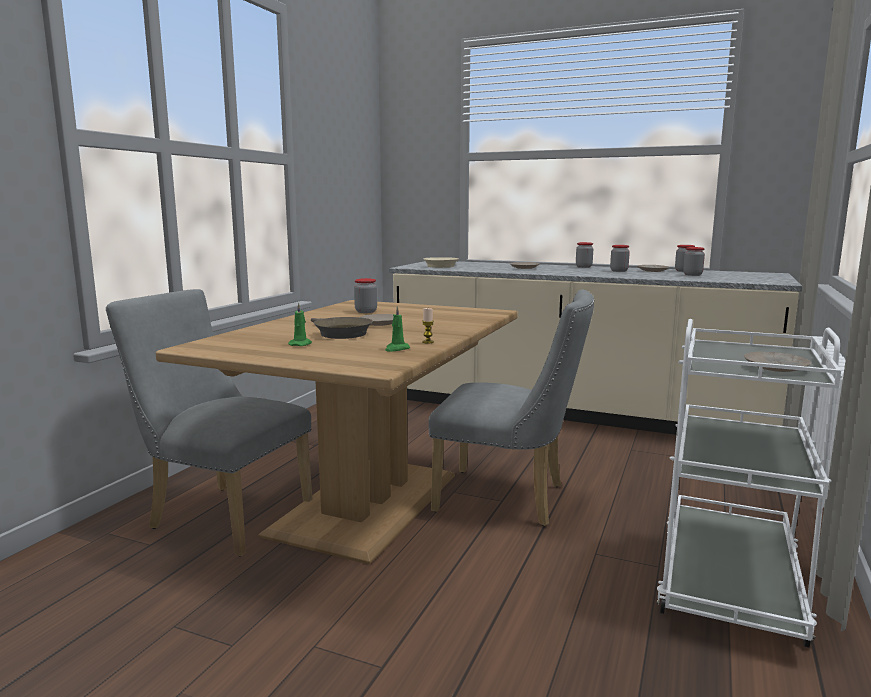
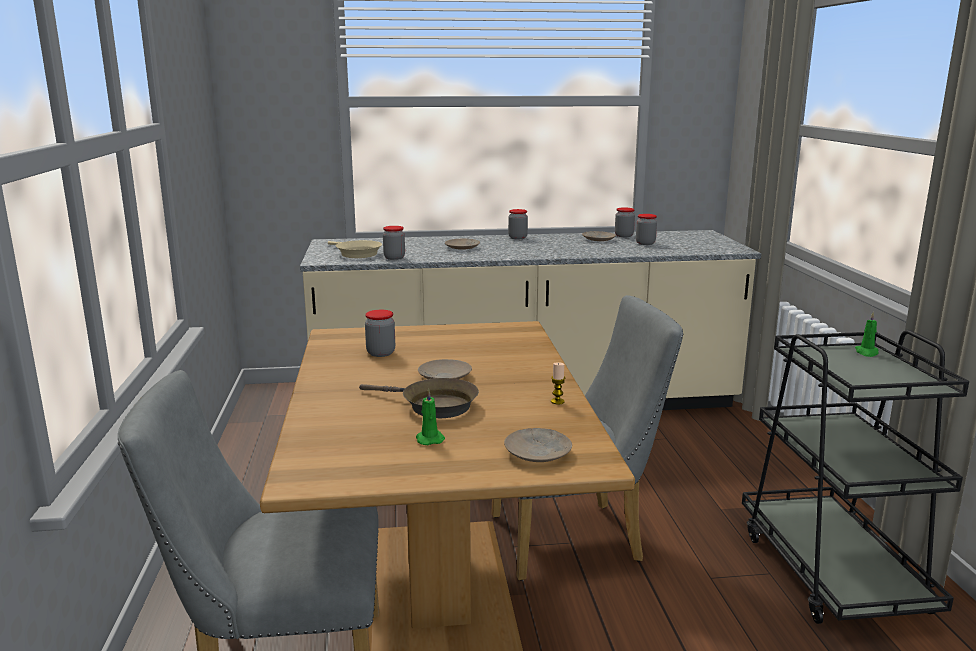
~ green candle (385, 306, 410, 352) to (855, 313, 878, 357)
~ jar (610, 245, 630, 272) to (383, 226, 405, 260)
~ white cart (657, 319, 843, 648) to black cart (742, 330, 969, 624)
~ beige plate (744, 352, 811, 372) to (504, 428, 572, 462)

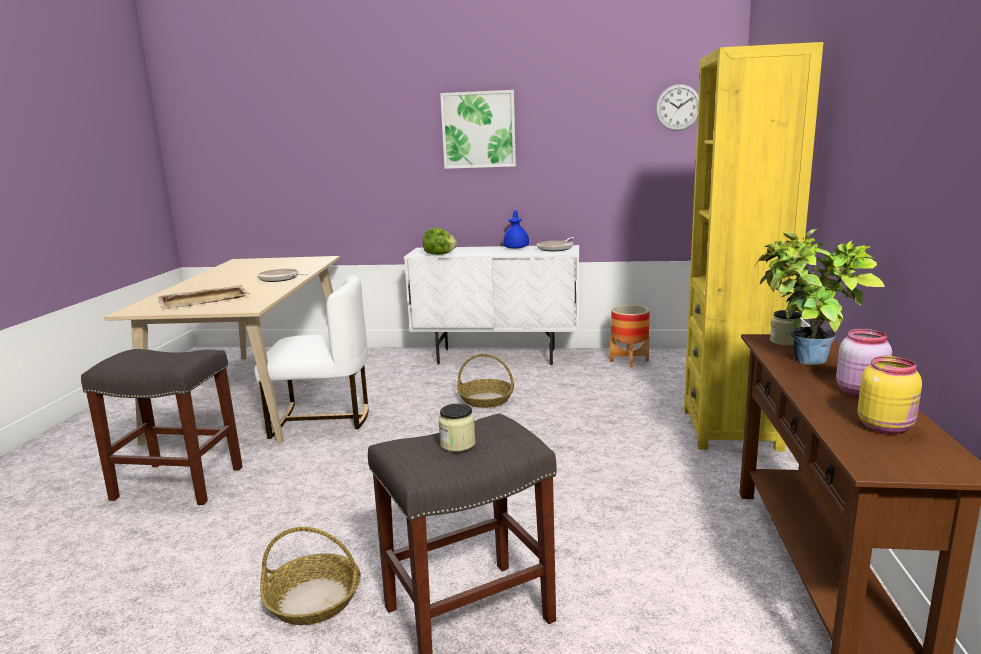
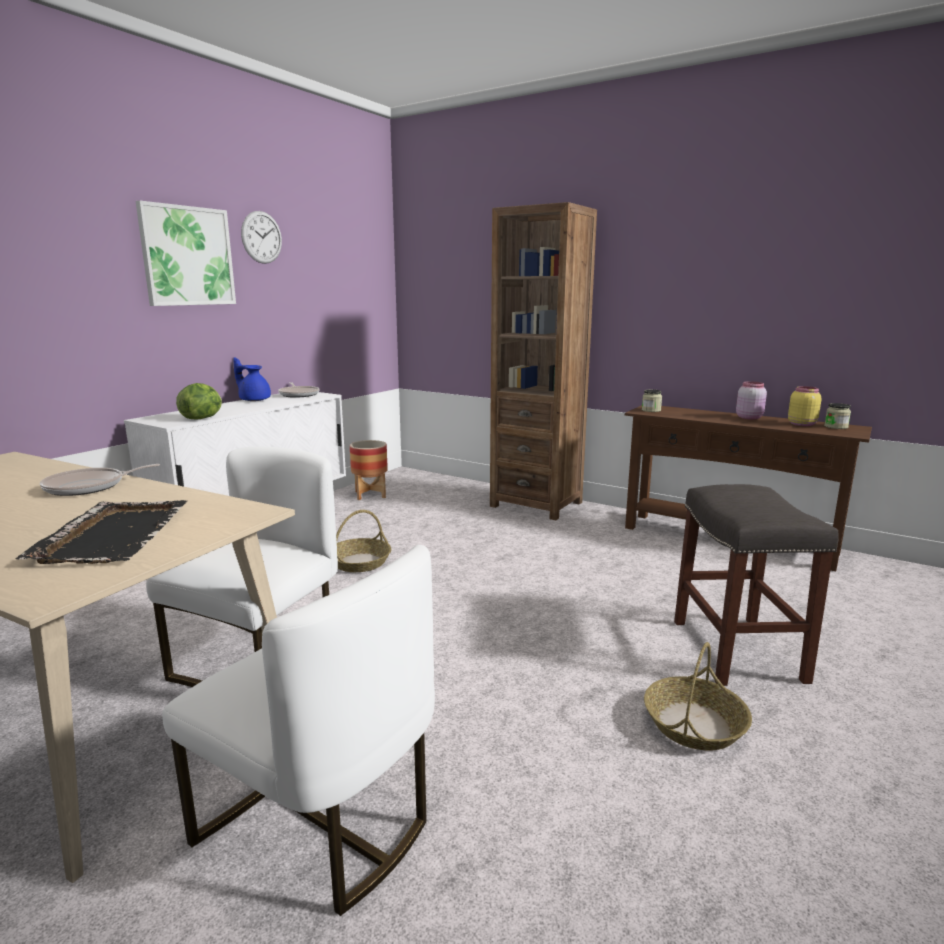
~ grey stool (81, 349, 243, 505) to white chair (162, 545, 435, 916)
~ beige tray (158, 285, 250, 309) to black tray (16, 500, 187, 564)
~ jar (438, 403, 475, 452) to (824, 403, 851, 429)
~ wall clock (655, 84, 699, 131) to (241, 211, 282, 264)
~ yellow bookcase (684, 42, 823, 452) to brown bookcase (490, 202, 597, 520)
- potted plant (755, 229, 885, 365)

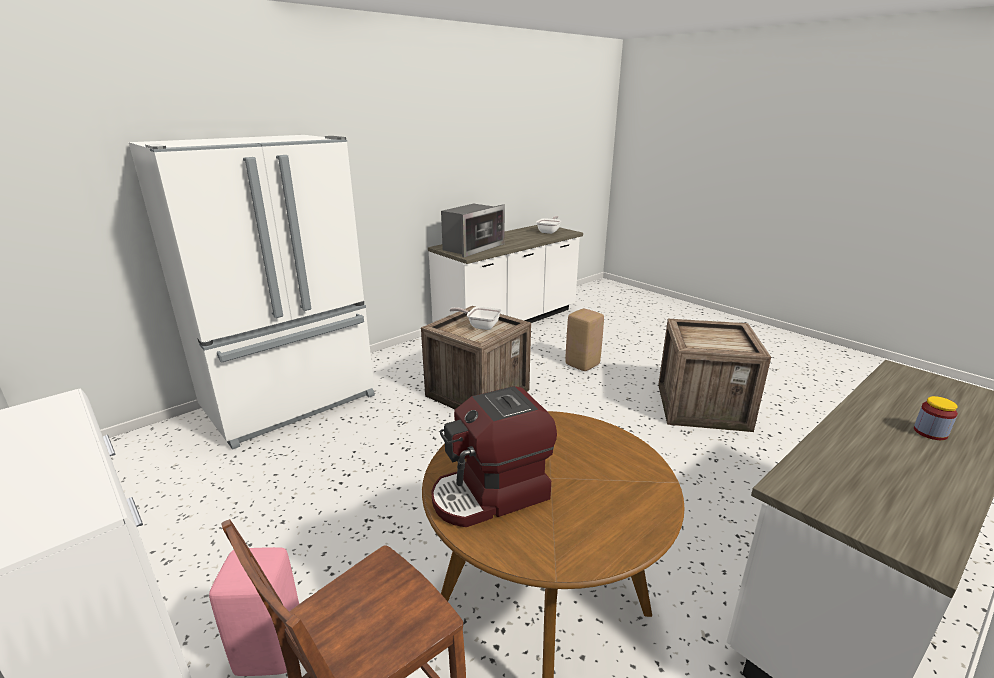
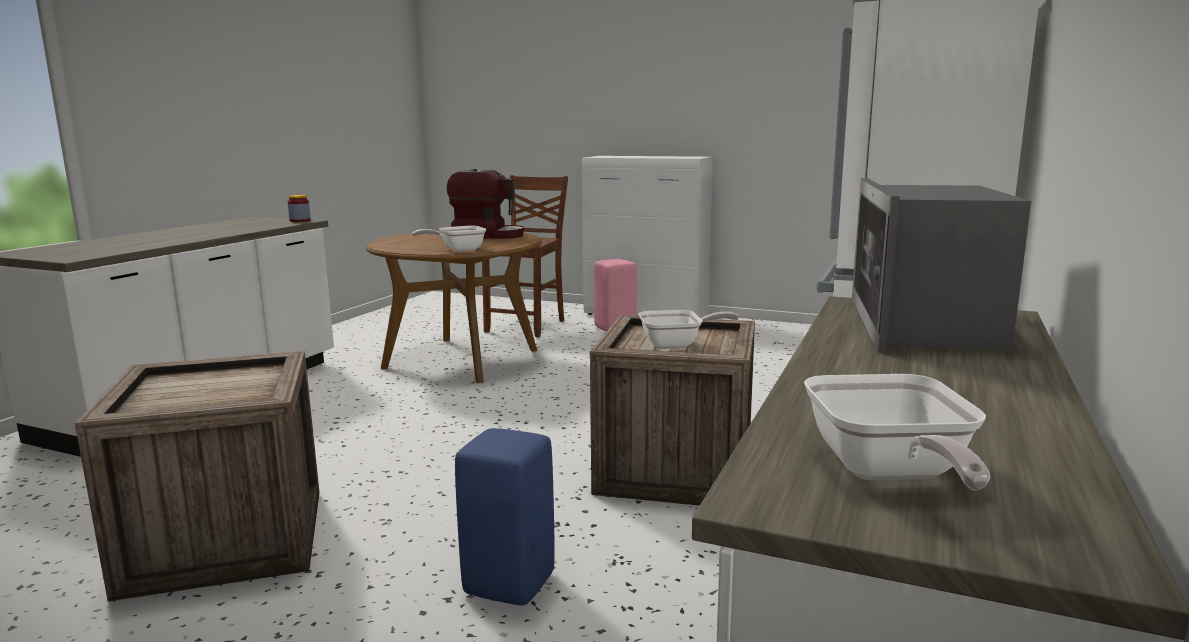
~ coffee machine (432, 386, 557, 527) = (447, 169, 524, 239) 60 degrees clockwise
~ beige stool (565, 309, 604, 371) to blue stool (455, 428, 555, 605)
~ jar (914, 396, 958, 440) to (288, 195, 311, 222)
+ frying pan (412, 226, 486, 251)

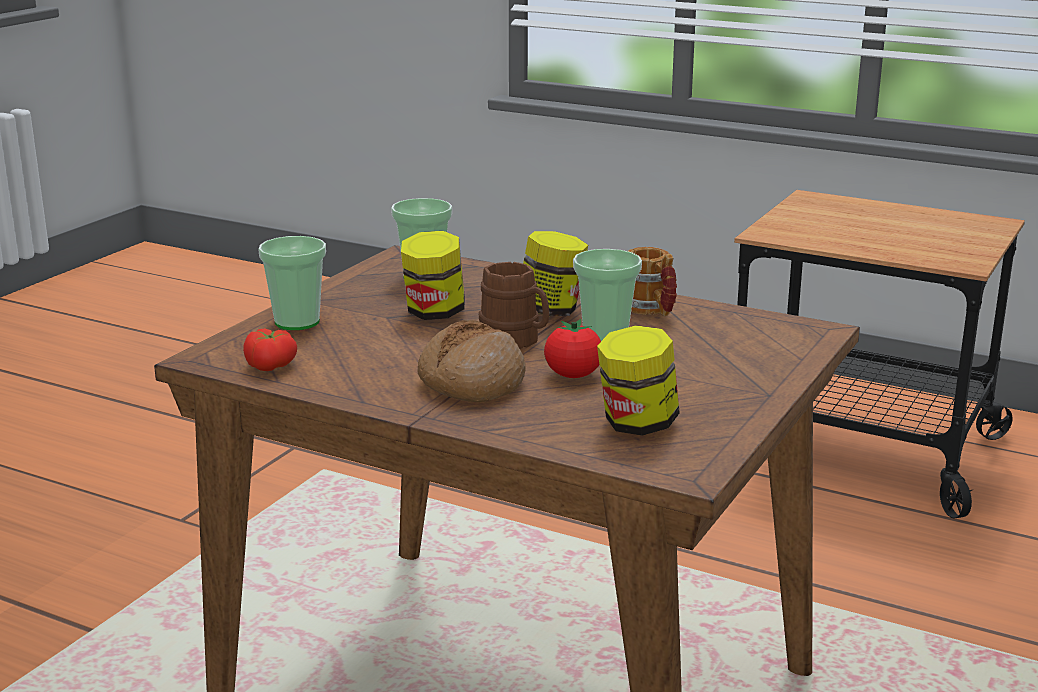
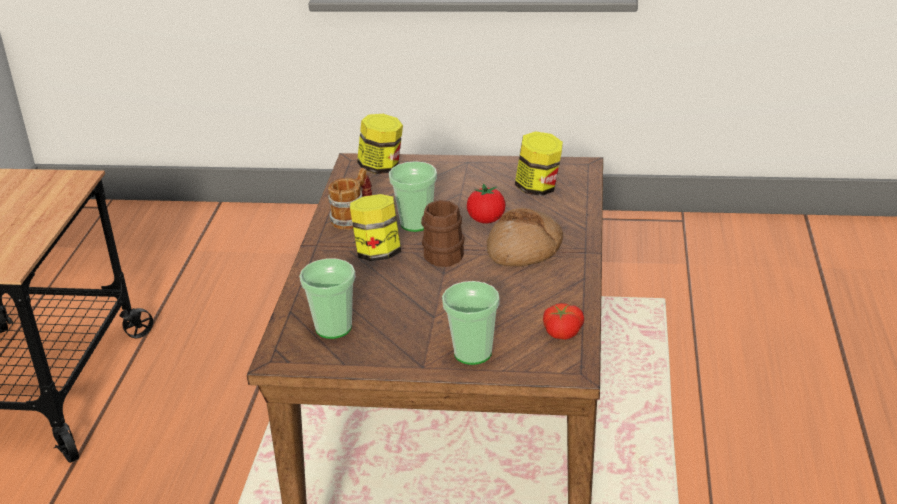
~ jar (401, 231, 465, 320) to (357, 114, 403, 174)

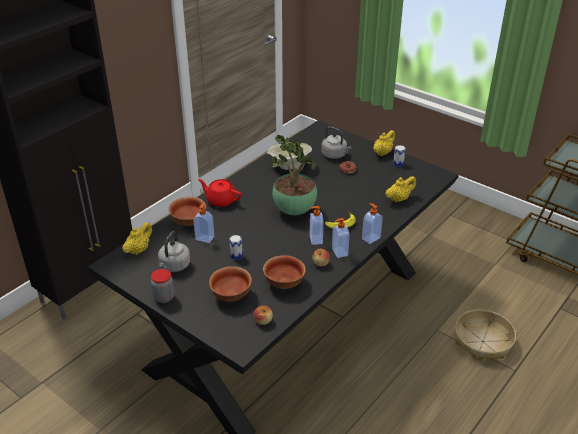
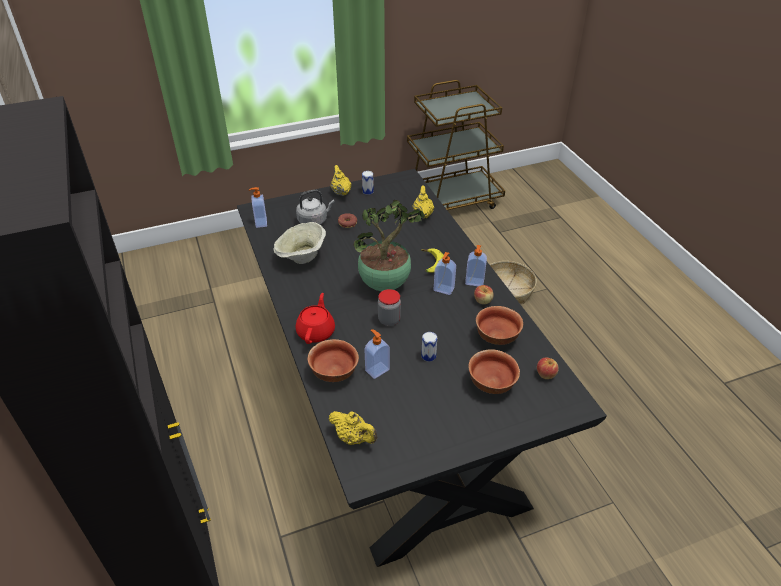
~ yellow teapot (123, 222, 152, 255) = (329, 411, 378, 445) 150 degrees clockwise
~ jar (151, 269, 174, 303) to (378, 289, 401, 326)
- grey kettle (158, 231, 190, 272)
~ red teapot (198, 179, 241, 207) = (295, 293, 335, 344) 135 degrees clockwise
~ soap dispenser (362, 203, 383, 244) to (249, 187, 267, 228)

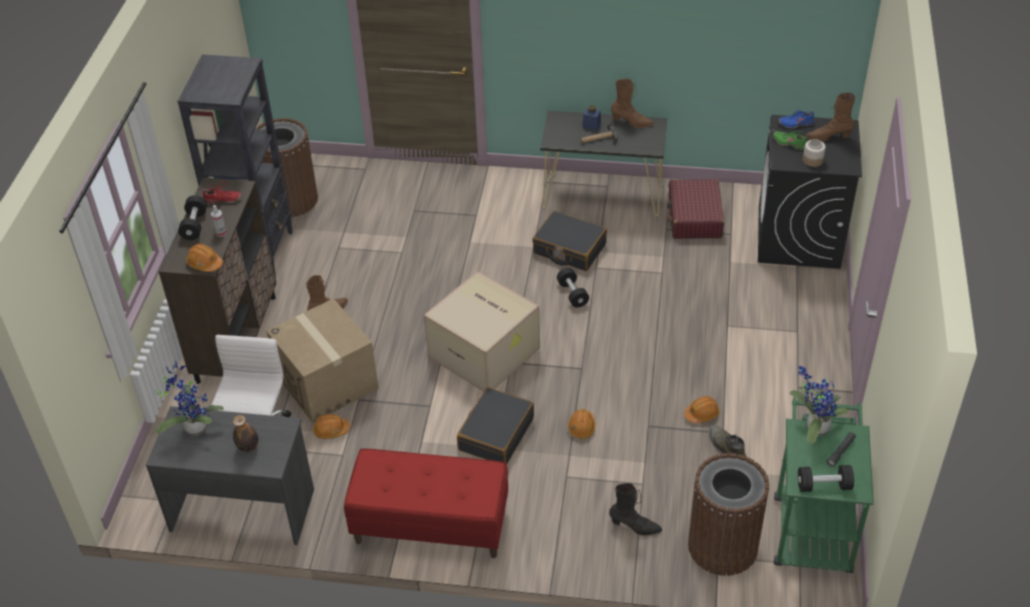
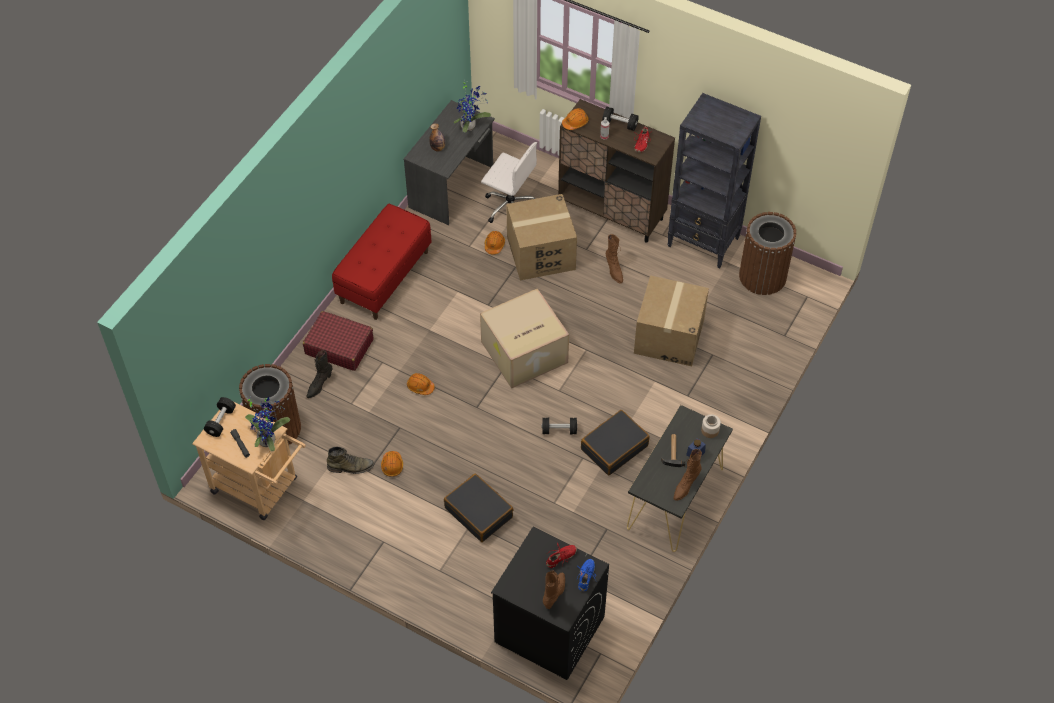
~ black suitcase (457, 387, 534, 464) to (444, 474, 513, 542)
~ red suitcase (667, 179, 724, 239) to (303, 311, 373, 371)
~ green shoe (773, 130, 807, 150) to red shoe (546, 542, 577, 568)
~ green cart (774, 397, 874, 573) to beige cart (192, 401, 306, 520)
~ jar (803, 139, 826, 167) to (701, 414, 721, 438)
+ cardboard box (634, 275, 709, 366)

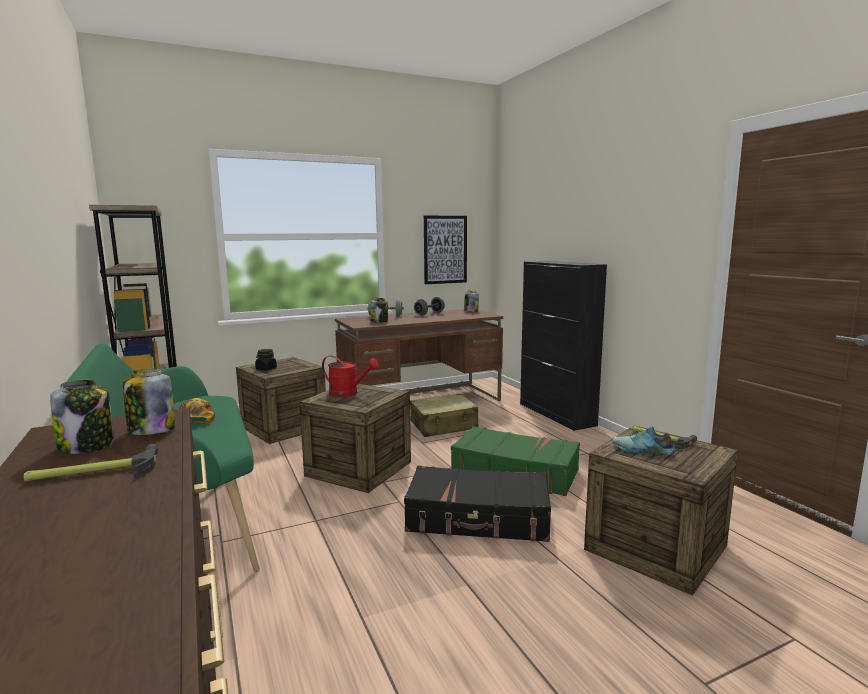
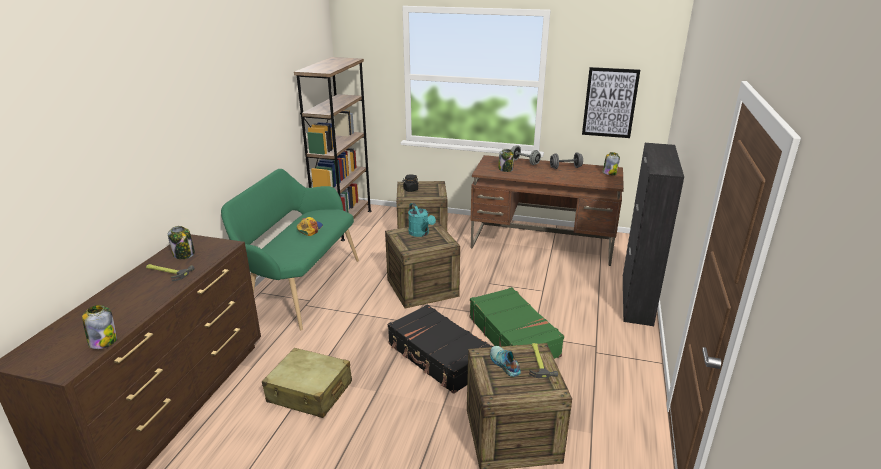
~ jar (123, 369, 175, 435) to (82, 305, 117, 349)
~ red watering can (322, 356, 379, 397) to turquoise watering can (408, 203, 436, 237)
~ beige suitcase (410, 393, 479, 437) to (262, 348, 352, 418)

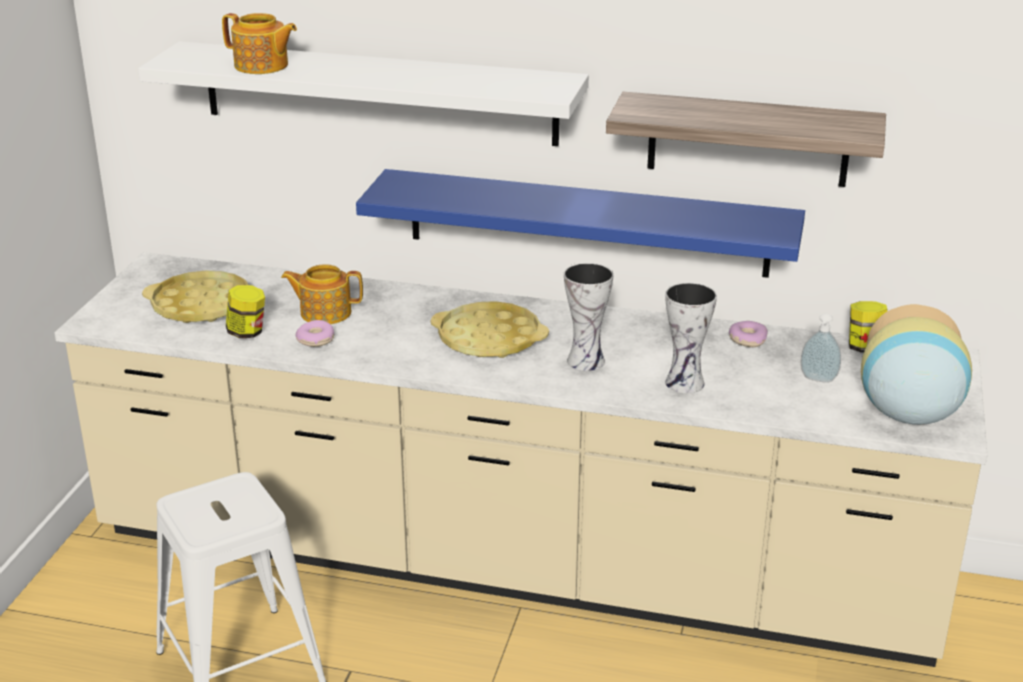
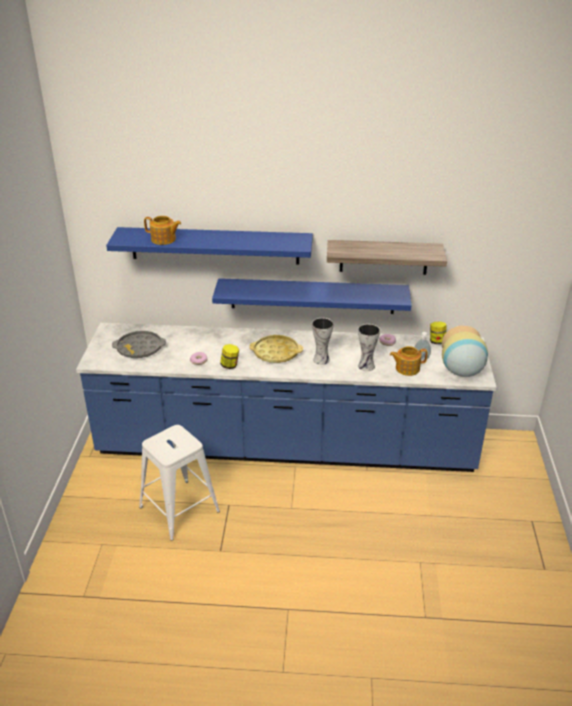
~ beige counter (54, 252, 987, 667) to blue counter (76, 323, 497, 472)
~ white shelf (138, 41, 589, 146) to blue shelf (106, 227, 313, 265)
~ yellow tray (142, 270, 248, 323) to grey tray (112, 331, 166, 358)
~ jar (226, 285, 265, 338) to (220, 344, 239, 369)
~ teapot (281, 264, 363, 324) to (390, 346, 428, 376)

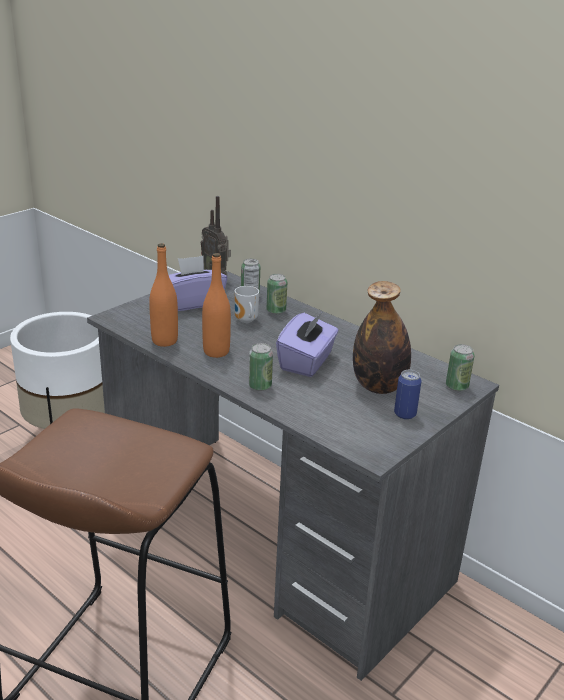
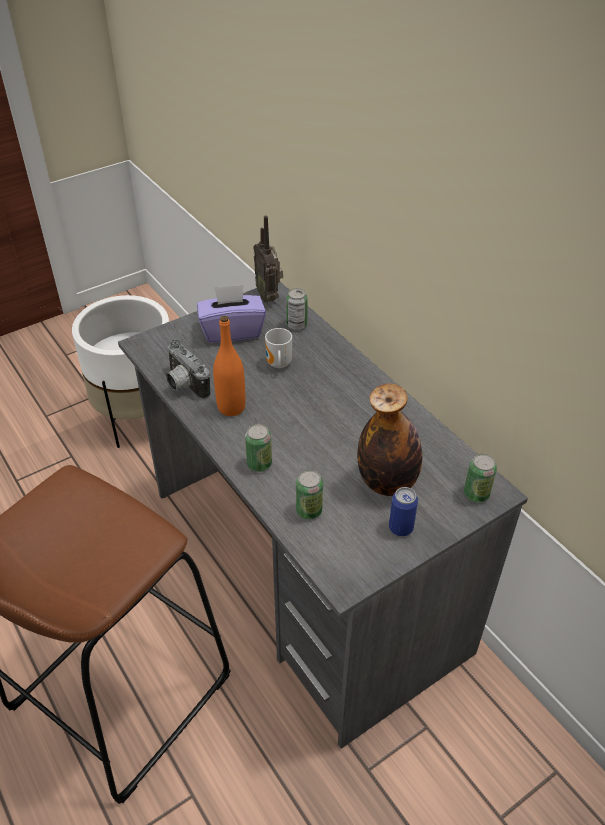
~ orange bottle (149, 243, 178, 347) to photo camera (166, 340, 210, 399)
~ can (267, 274, 287, 314) to (296, 470, 323, 520)
- purple tissue box (276, 311, 339, 377)

